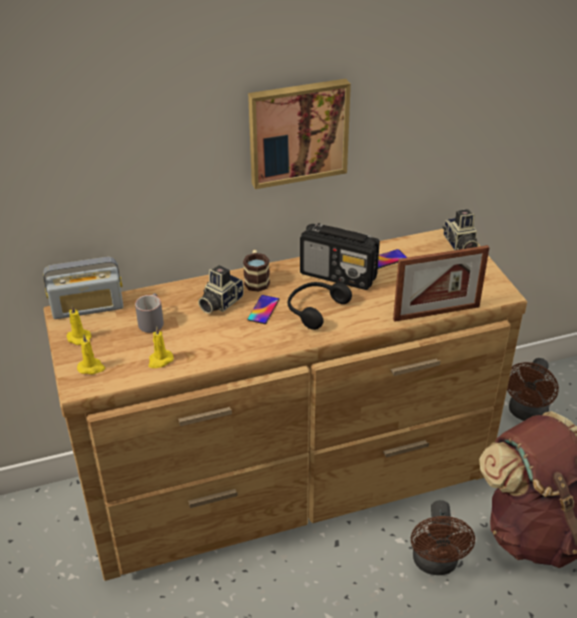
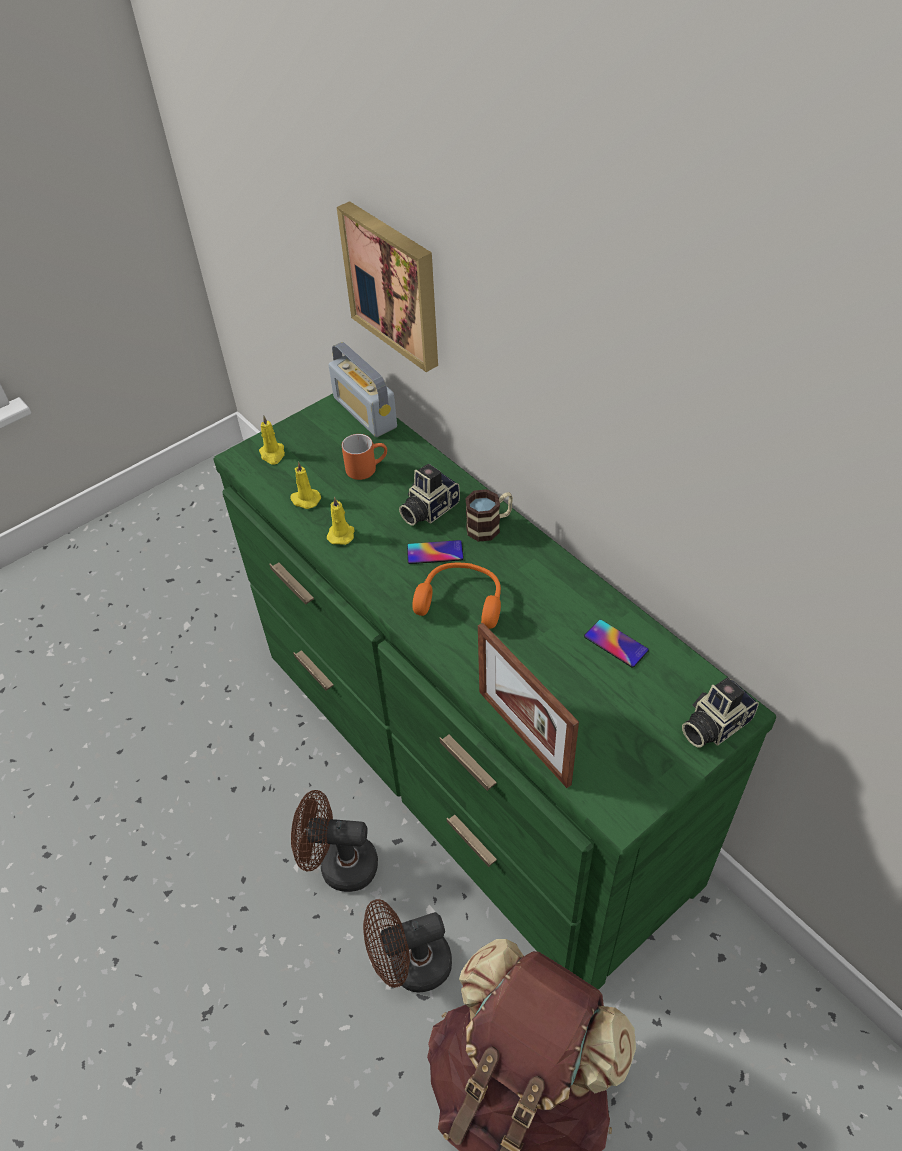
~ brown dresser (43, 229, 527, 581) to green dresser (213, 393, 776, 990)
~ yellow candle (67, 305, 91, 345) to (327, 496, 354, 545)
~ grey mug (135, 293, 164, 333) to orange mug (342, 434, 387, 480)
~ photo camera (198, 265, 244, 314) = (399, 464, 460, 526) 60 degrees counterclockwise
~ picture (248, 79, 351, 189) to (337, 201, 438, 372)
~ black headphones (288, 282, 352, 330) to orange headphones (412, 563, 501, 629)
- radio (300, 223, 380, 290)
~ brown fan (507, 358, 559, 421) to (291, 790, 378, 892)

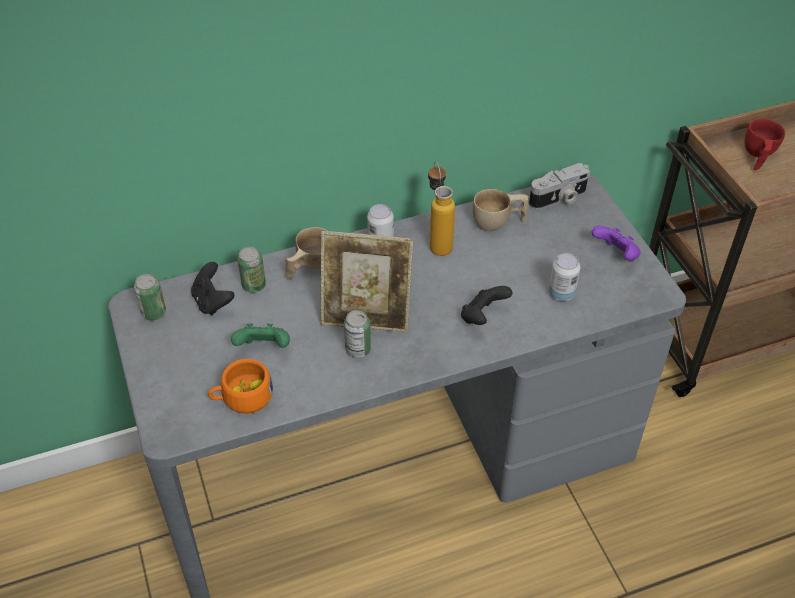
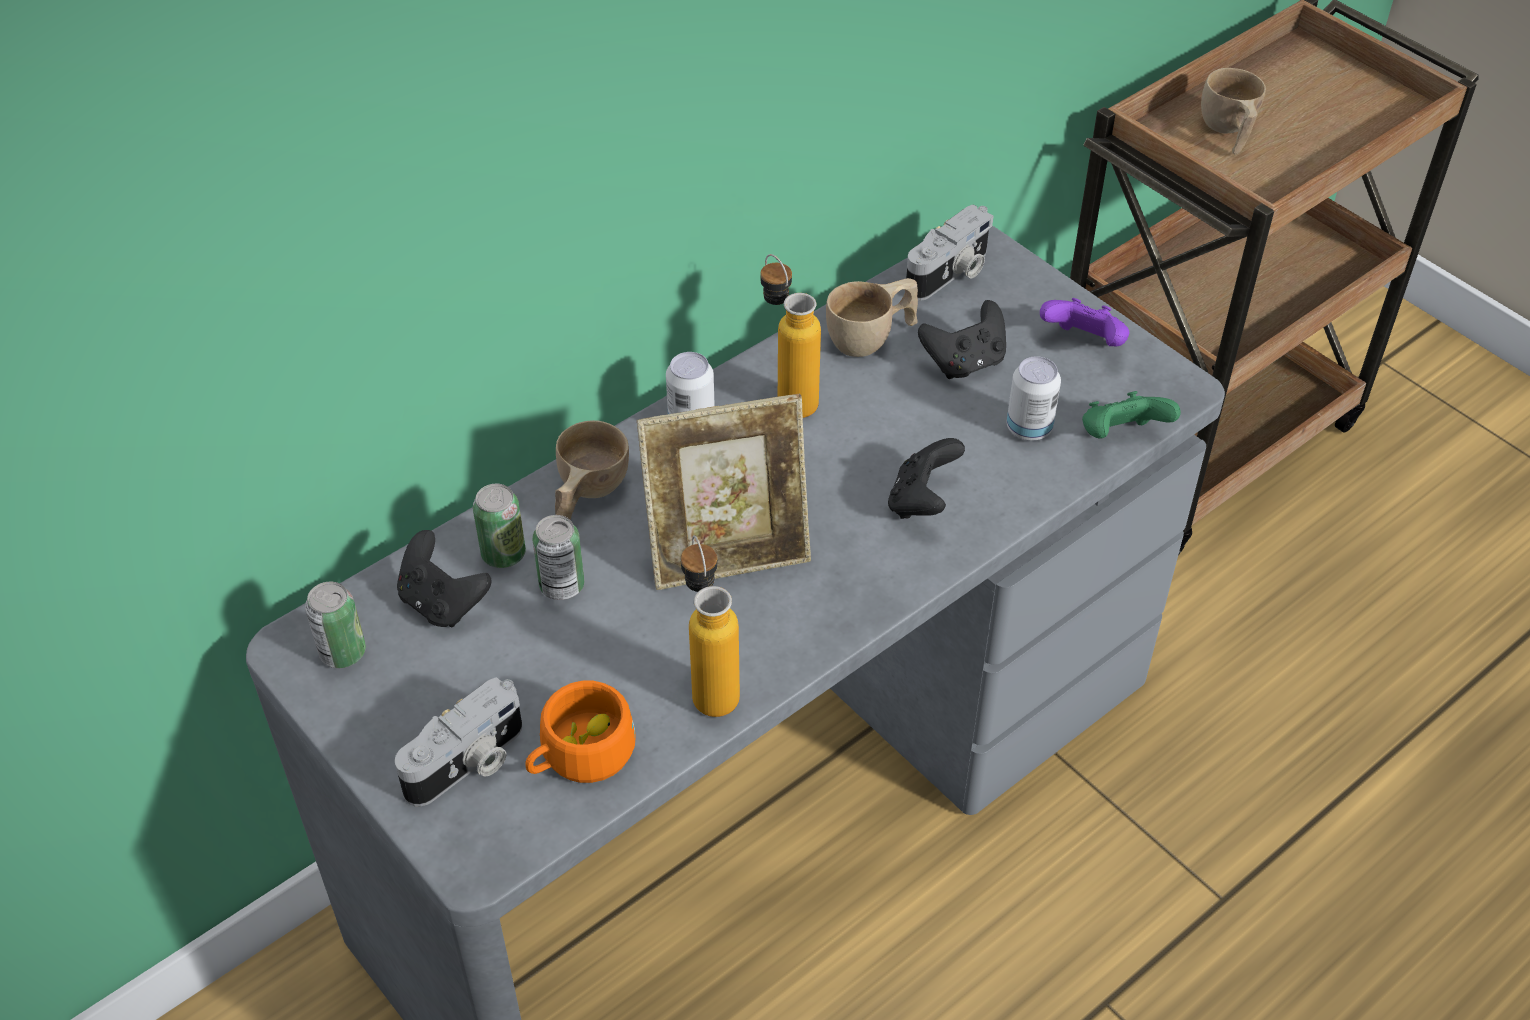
~ green game controller (231, 324, 290, 348) to (1082, 391, 1181, 439)
~ can (344, 310, 371, 358) to (532, 515, 584, 600)
~ red cup (745, 119, 785, 170) to beige cup (1201, 68, 1266, 154)
+ photo camera (395, 677, 522, 806)
+ bottle (681, 535, 740, 717)
+ black game controller (918, 300, 1006, 379)

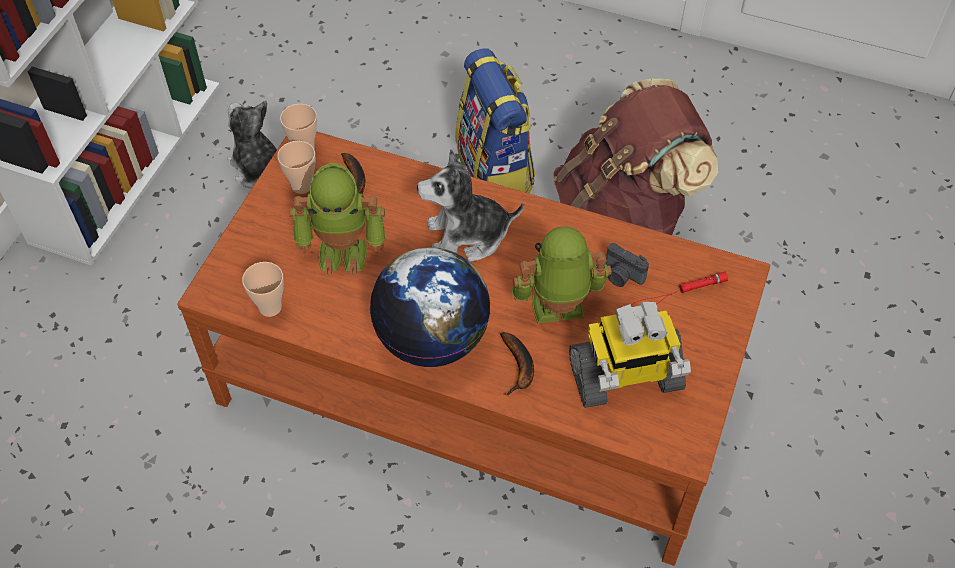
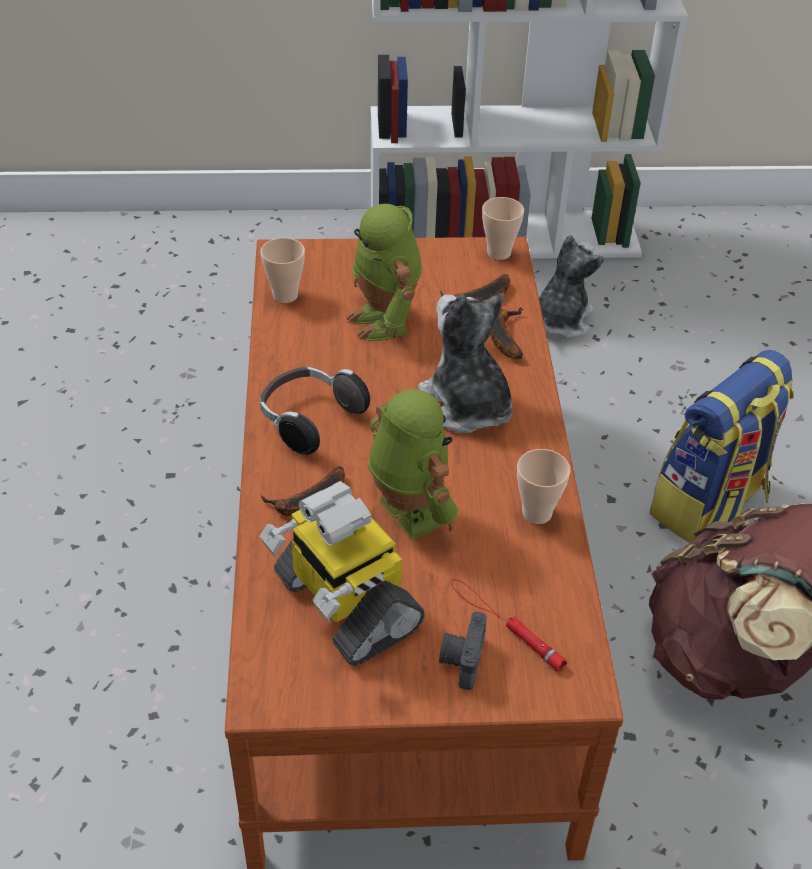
~ cup (277, 141, 315, 194) to (517, 449, 570, 524)
~ globe (370, 247, 491, 367) to headphones (260, 367, 370, 455)
~ photo camera (605, 243, 649, 287) to (439, 612, 487, 690)
+ banana (490, 307, 523, 359)

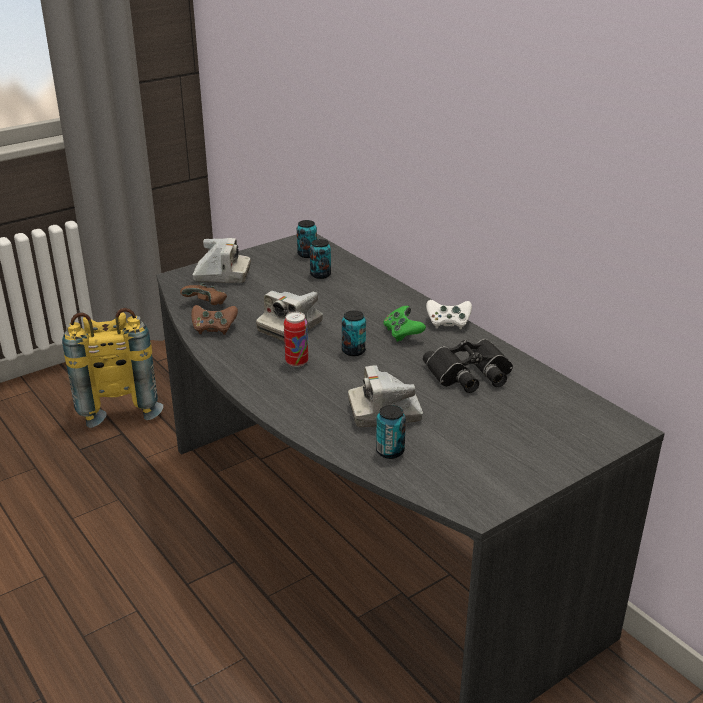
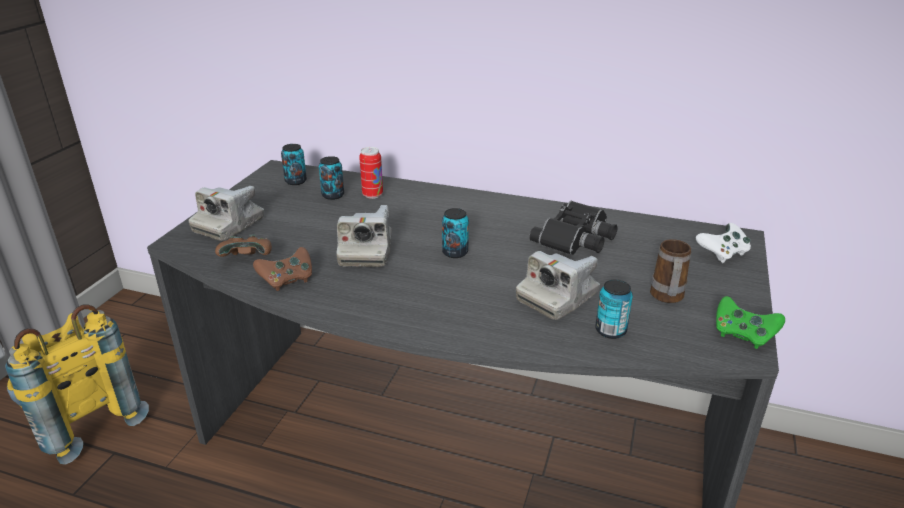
~ photo camera (192, 238, 251, 283) = (189, 185, 264, 241) 150 degrees clockwise
~ can (284, 312, 308, 367) to (359, 147, 383, 199)
~ green game controller (383, 306, 426, 342) to (716, 296, 785, 349)
~ white game controller (426, 300, 472, 329) to (696, 223, 751, 263)
+ mug (650, 239, 691, 303)

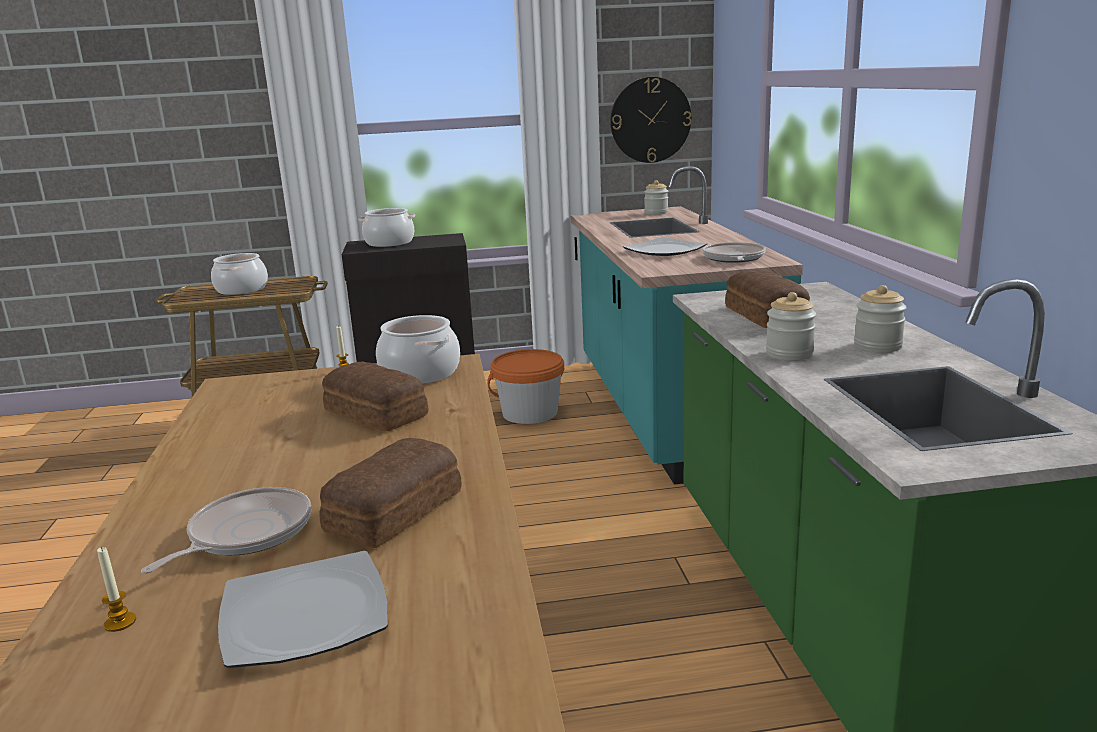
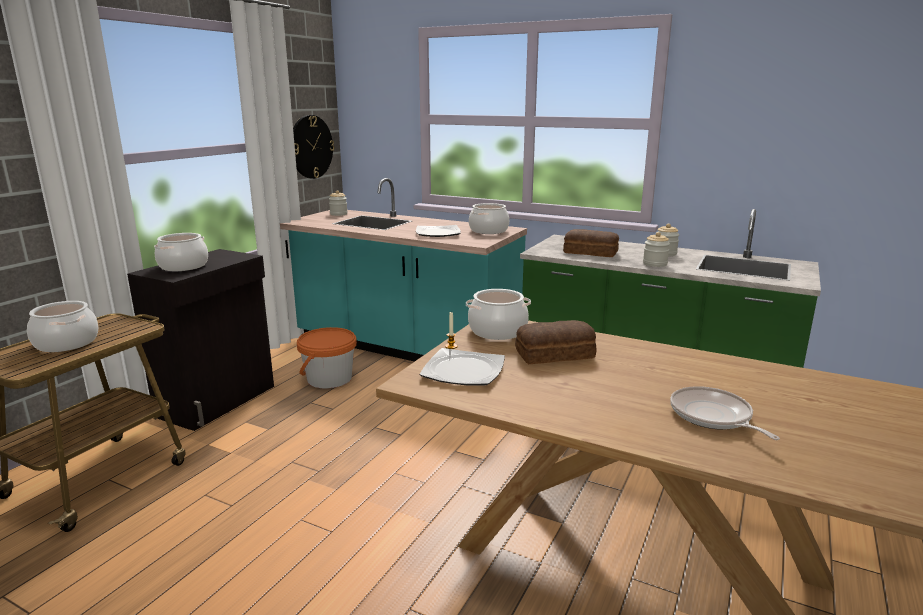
- candle (97, 547, 136, 632)
~ plate (218, 551, 388, 668) to (420, 348, 505, 385)
- bread (320, 438, 461, 548)
~ frying pan (702, 242, 766, 263) to cooking pot (469, 203, 509, 234)

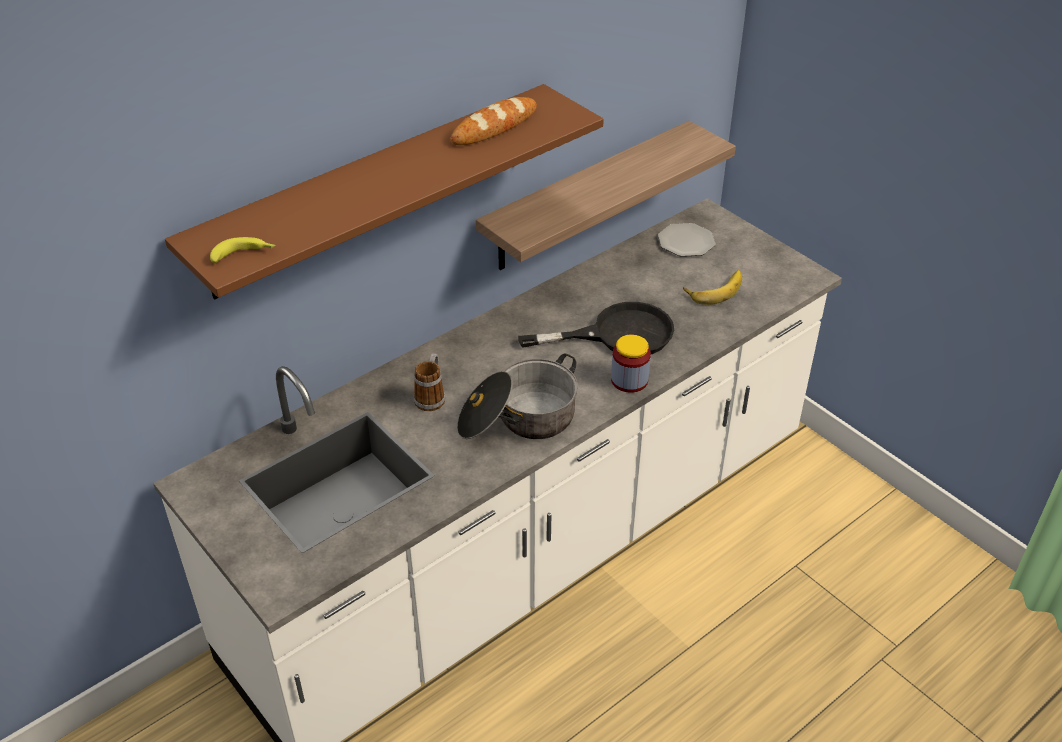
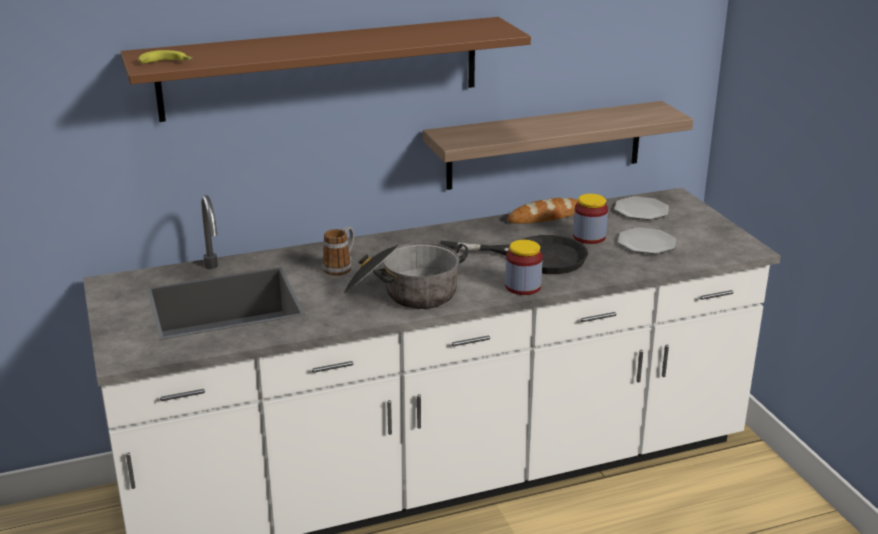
~ bread (451, 97, 537, 145) to (507, 198, 578, 224)
~ banana (683, 270, 742, 305) to plate (618, 228, 676, 254)
+ jar (573, 194, 608, 244)

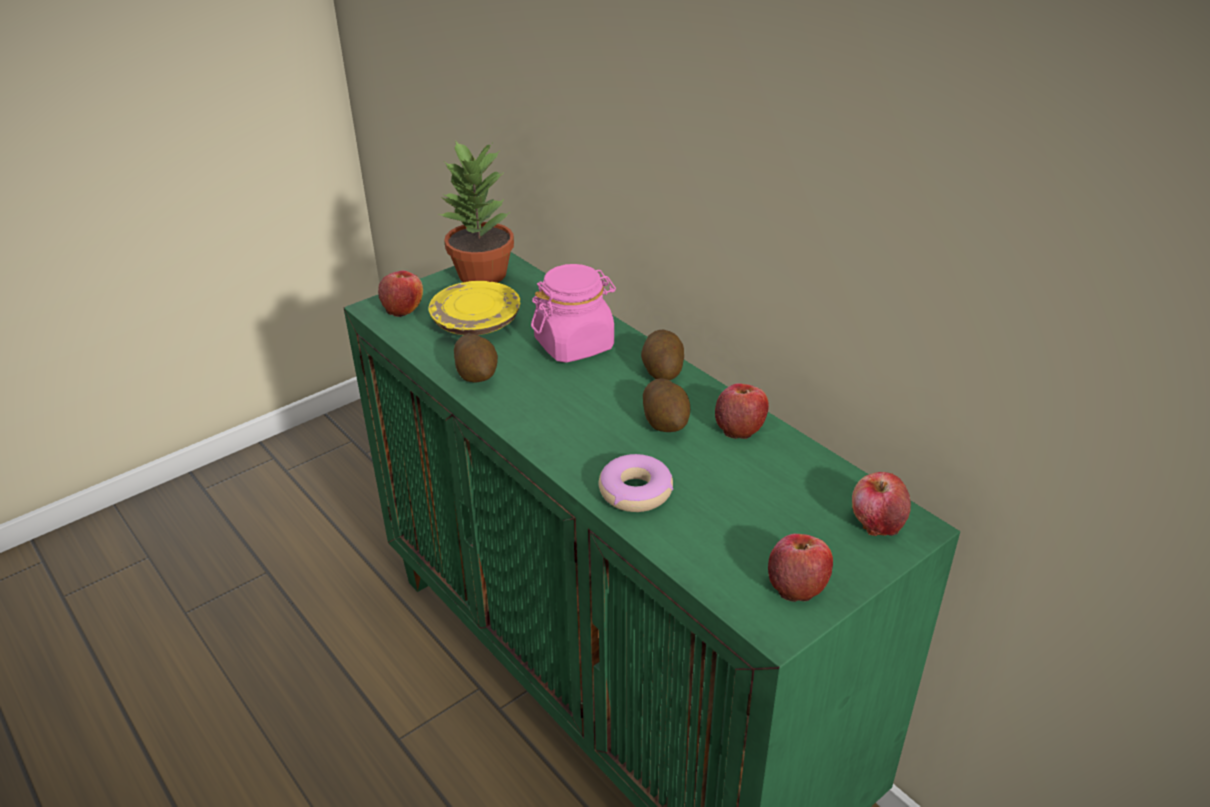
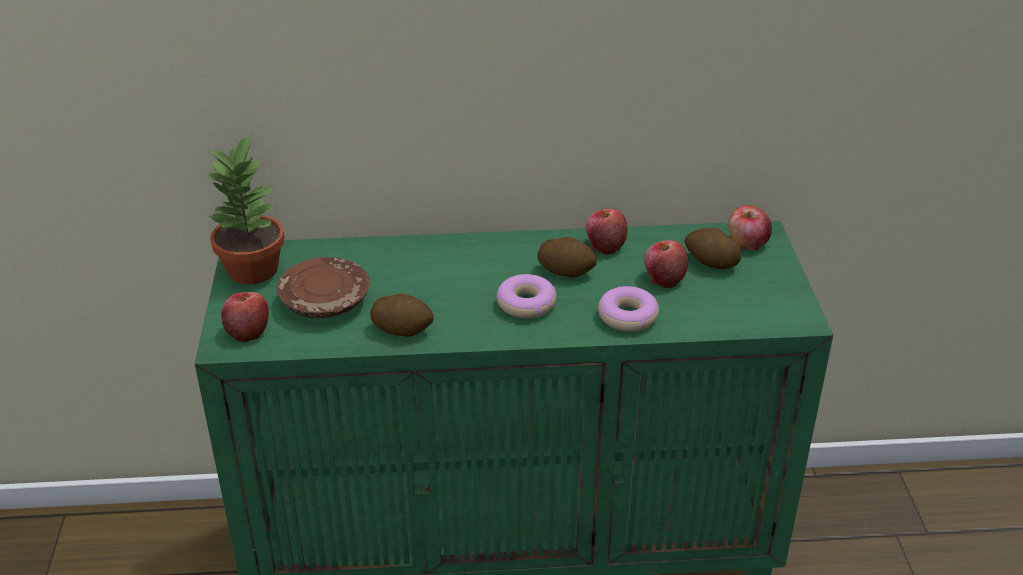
~ yellow plate (428, 281, 520, 335) to brown plate (277, 257, 370, 318)
- pink jar (531, 264, 616, 363)
~ potato (641, 329, 684, 380) to (684, 228, 741, 269)
~ apple (768, 534, 833, 602) to (644, 240, 688, 289)
+ donut (496, 274, 557, 318)

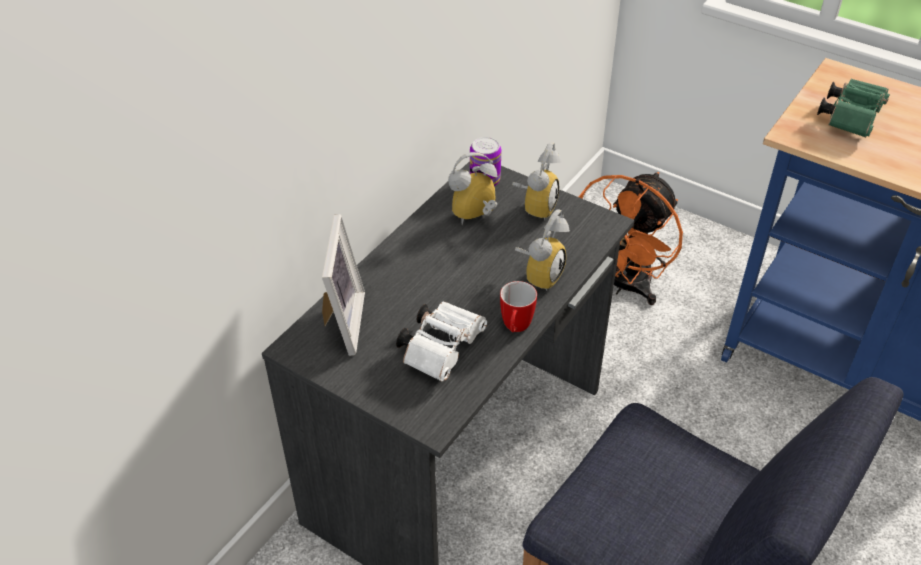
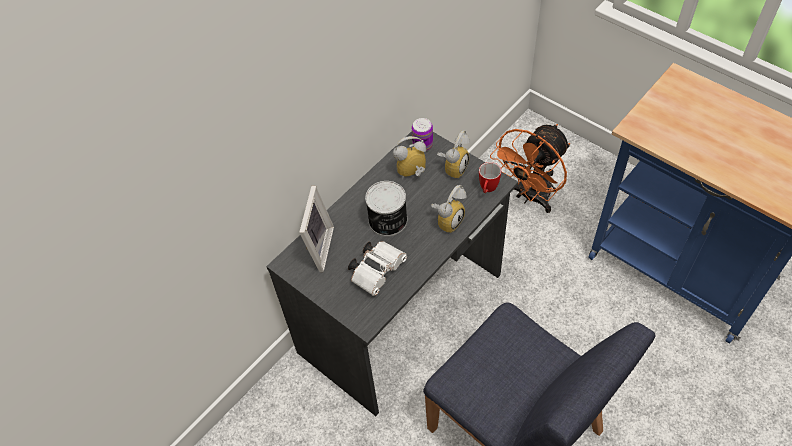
~ mug (500, 281, 537, 332) to (479, 162, 501, 193)
- green binoculars (817, 79, 890, 138)
+ can (365, 181, 408, 237)

